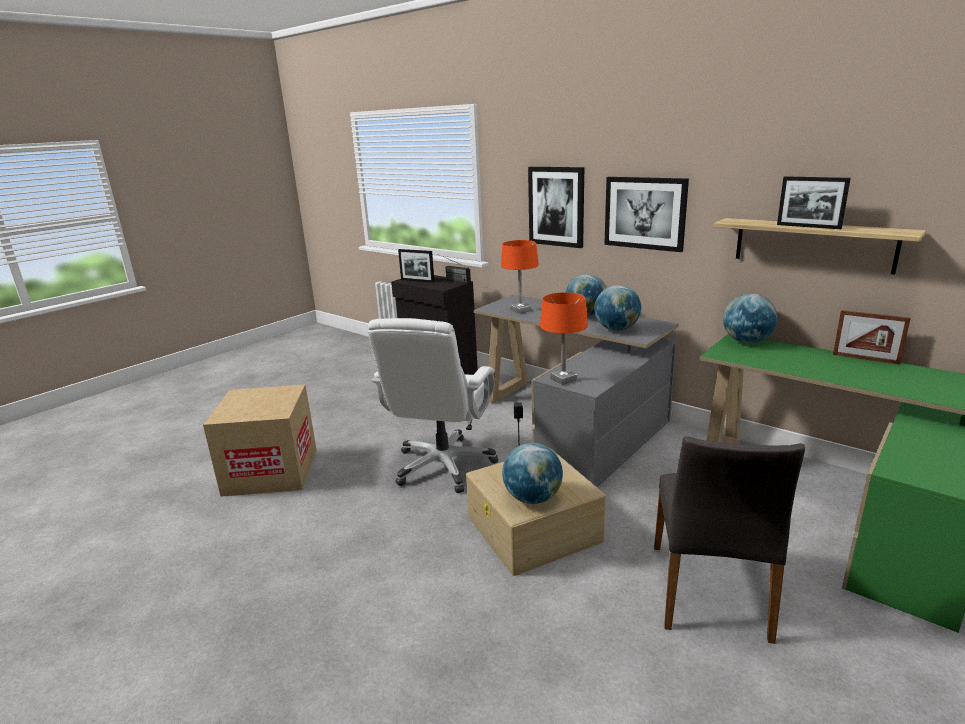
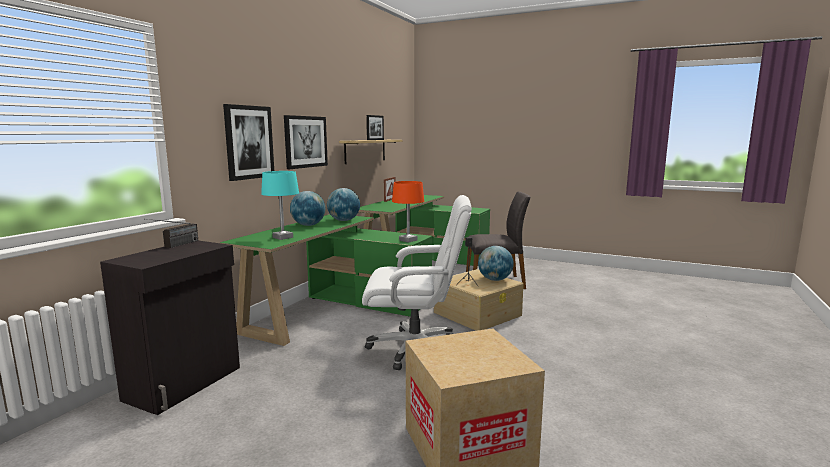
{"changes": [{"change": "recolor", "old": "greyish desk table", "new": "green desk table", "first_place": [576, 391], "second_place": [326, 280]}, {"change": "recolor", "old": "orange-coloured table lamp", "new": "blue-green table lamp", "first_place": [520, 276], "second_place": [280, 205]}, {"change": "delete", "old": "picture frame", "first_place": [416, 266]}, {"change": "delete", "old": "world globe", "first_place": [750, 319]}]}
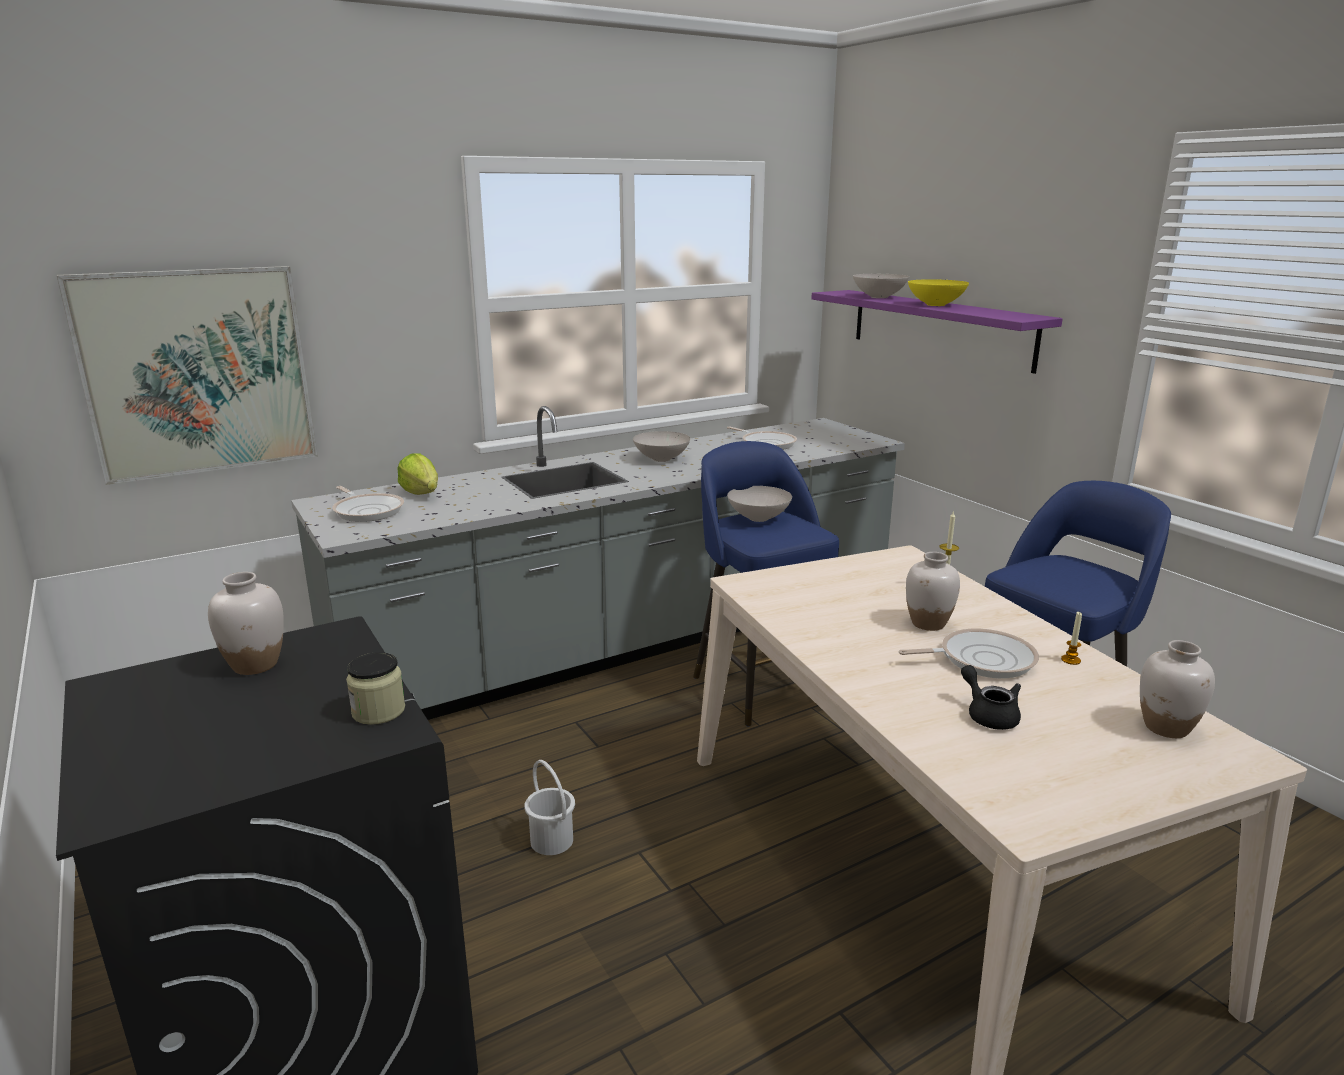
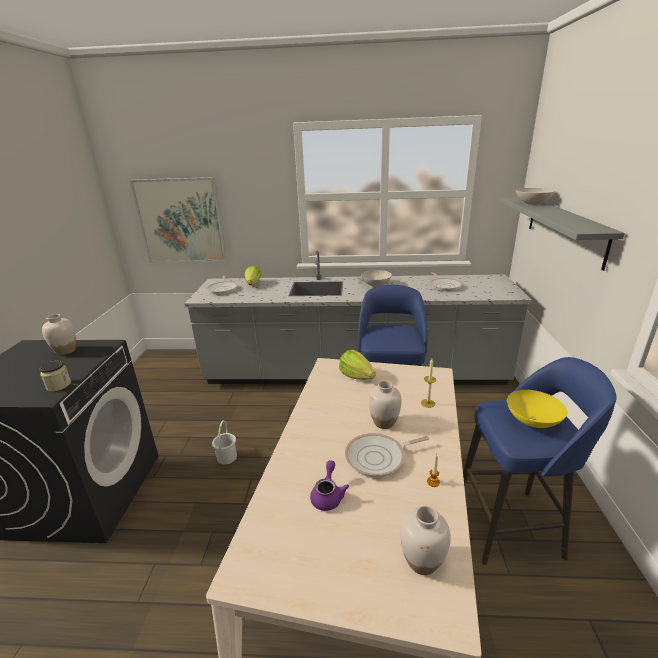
{"changes": [{"change": "recolor", "old": "black-coloured teapot", "new": "purple teapot", "first_place": [991, 697], "second_place": [329, 485]}, {"change": "insert", "new": "lettuce", "second_place": [357, 365]}, {"change": "rotate", "old": "frying pan", "first_place": [969, 653], "second_place": [387, 455], "degrees": 135}, {"change": "recolor", "old": "purple shelf", "new": "greyish shelf", "first_place": [937, 332], "second_place": [562, 234]}, {"change": "move", "old": "yellowish deep dish", "first_place": [938, 292], "second_place": [537, 409]}, {"change": "delete", "old": "white deep dish", "first_place": [759, 504]}]}
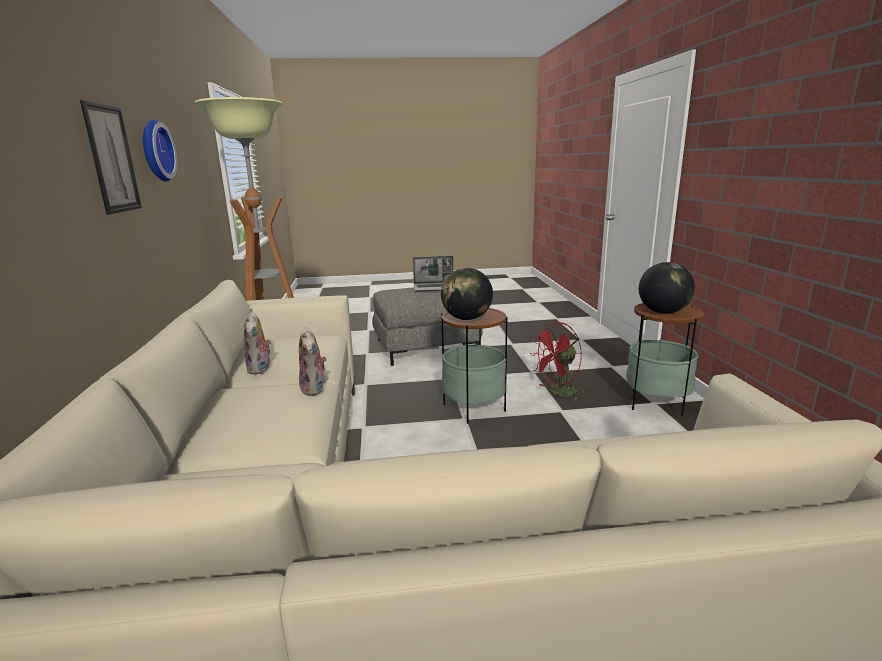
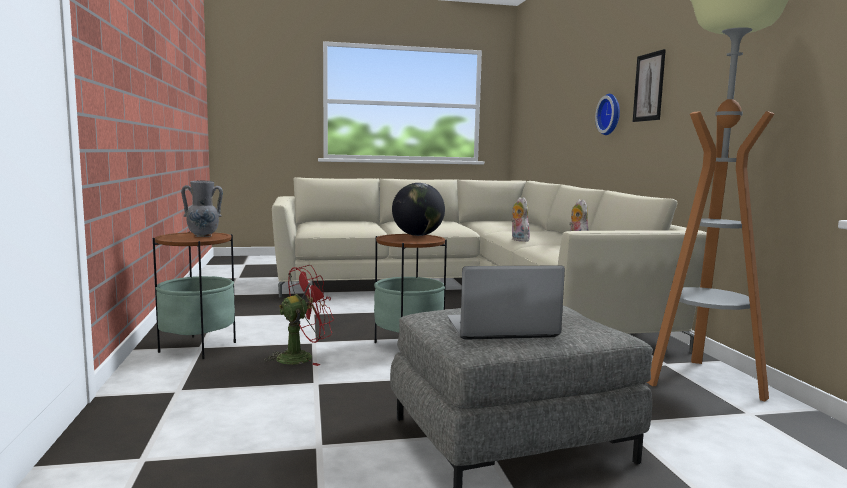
{"changes": [{"change": "replace", "old": "world globe", "new": "greyish vase", "first_place": [667, 288], "second_place": [202, 209]}, {"change": "move", "old": "hanging clock", "first_place": [160, 150], "second_place": [607, 114]}]}
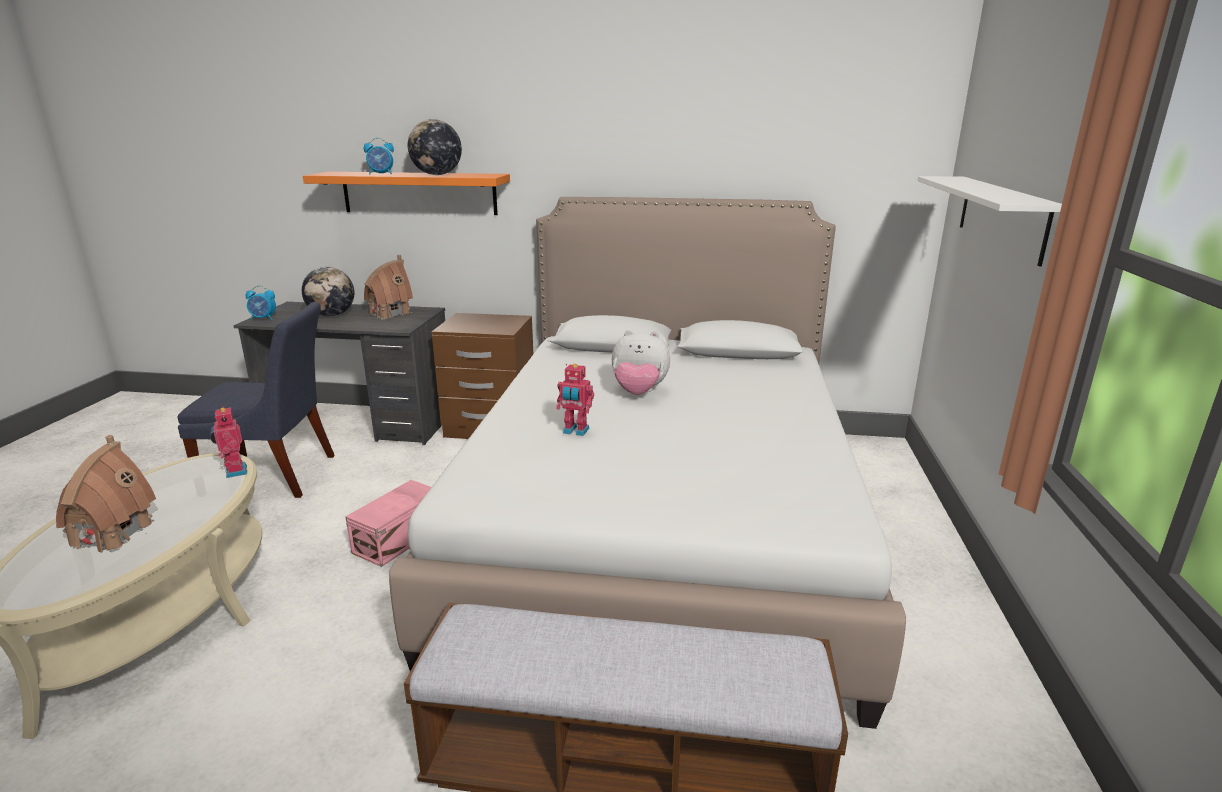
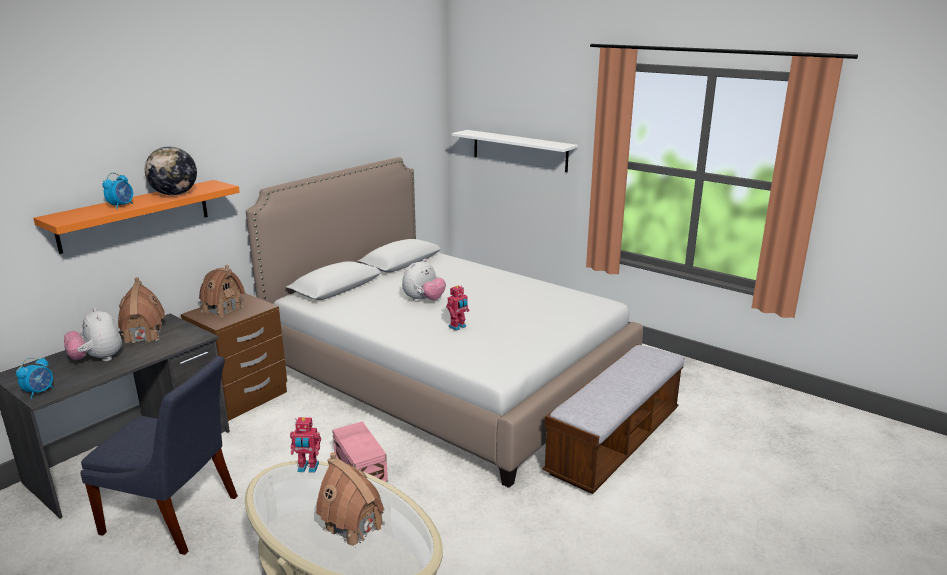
{"changes": [{"change": "replace", "old": "world globe", "new": "soft toy", "first_place": [328, 292], "second_place": [93, 334]}, {"change": "rotate", "old": "blue chair", "first_place": [256, 400], "second_place": [159, 455], "degrees": 75}, {"change": "insert", "new": "miniature house", "second_place": [222, 291]}]}
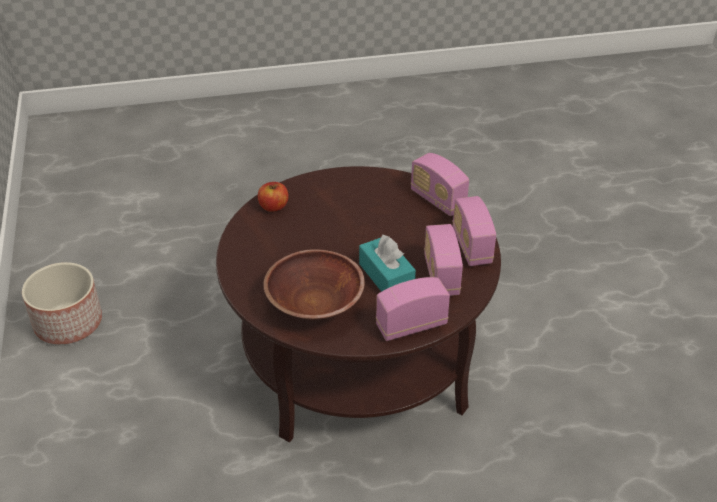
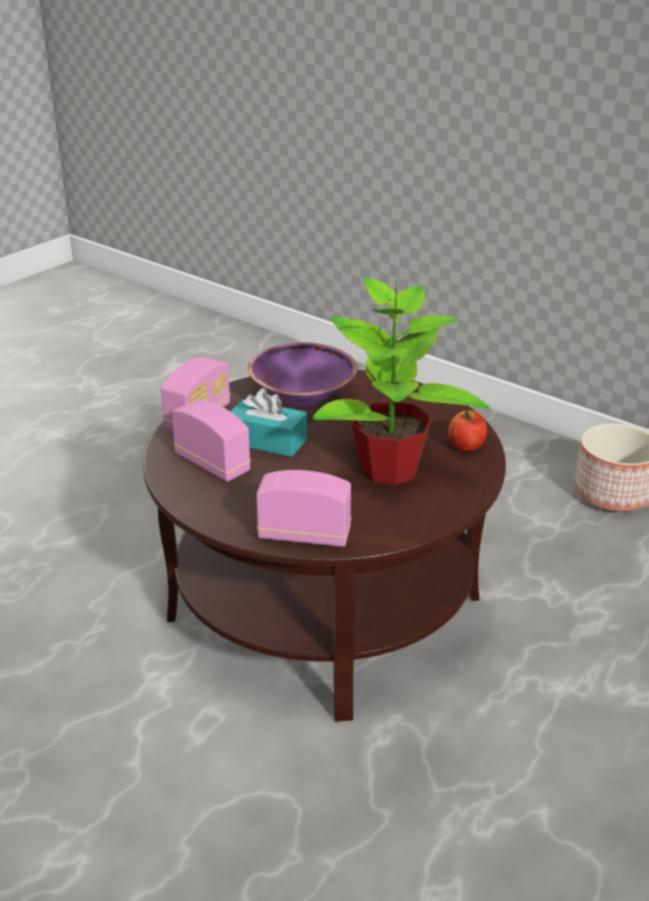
{"changes": [{"change": "recolor", "old": "brownish deep dish", "new": "purple deep dish", "first_place": [314, 284], "second_place": [302, 374]}, {"change": "insert", "new": "plant in a pot", "second_place": [401, 381]}, {"change": "delete", "old": "radio receiver", "first_place": [474, 231]}]}
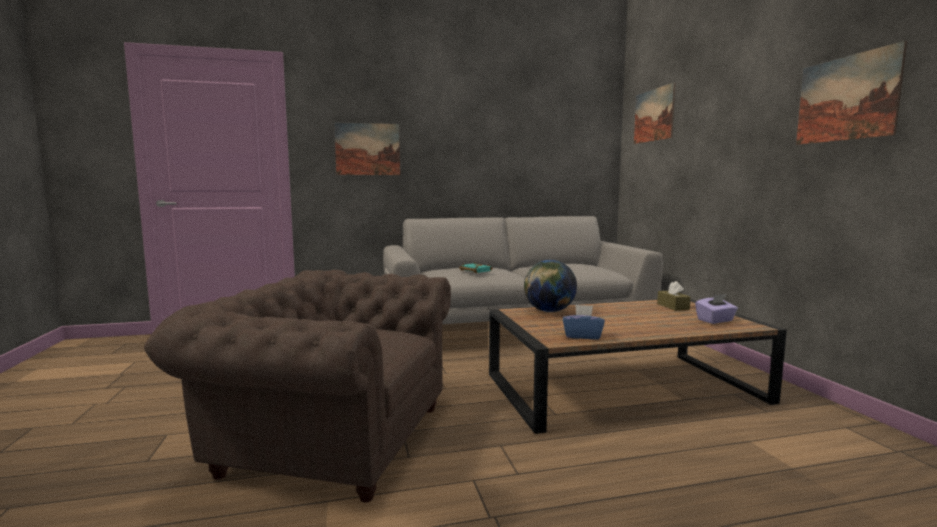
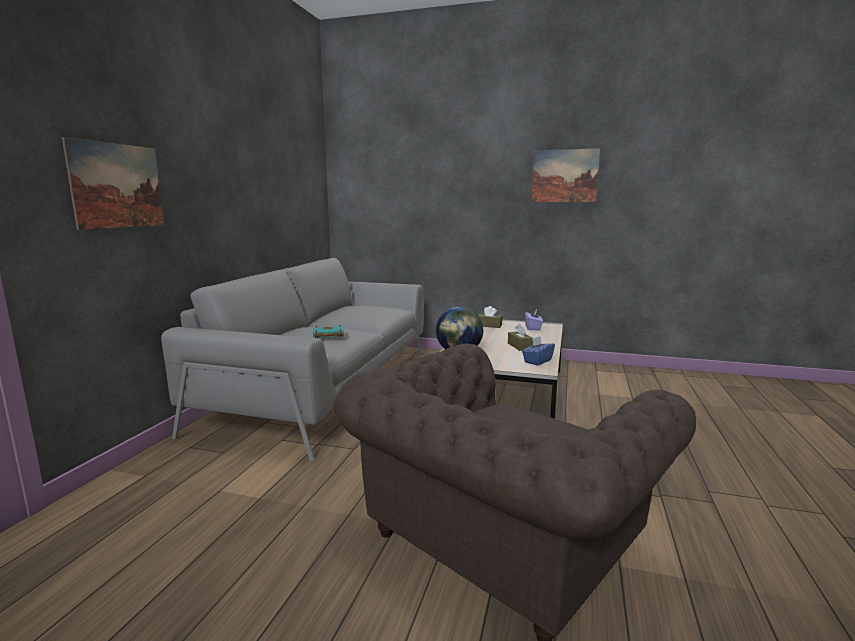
{"changes": [{"change": "insert", "new": "brownish tissue holder", "second_place": [520, 337]}, {"change": "delete", "old": "wall picture", "first_place": [654, 113]}]}
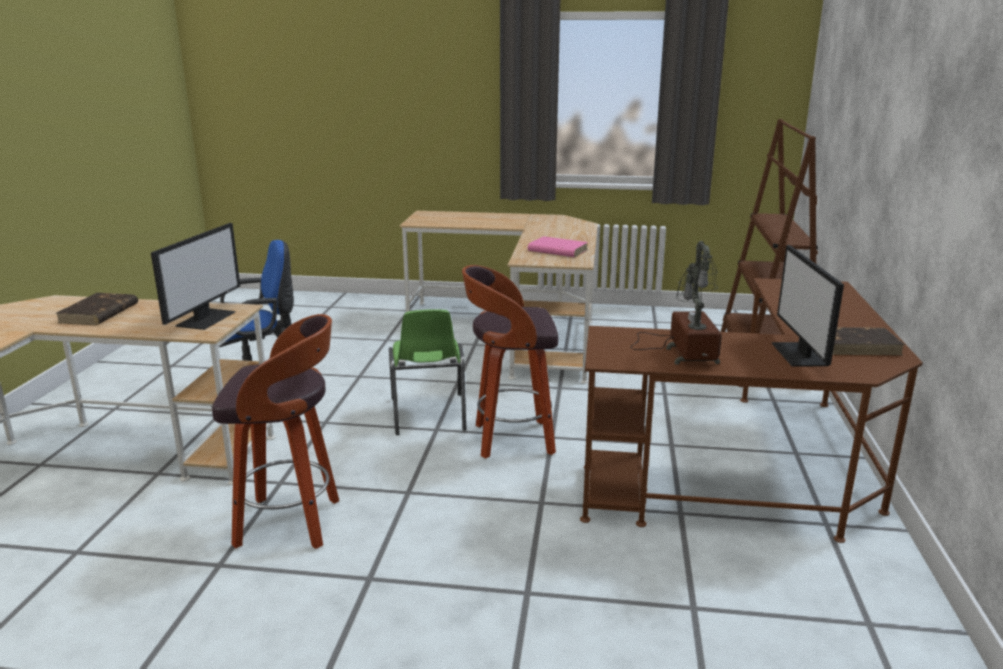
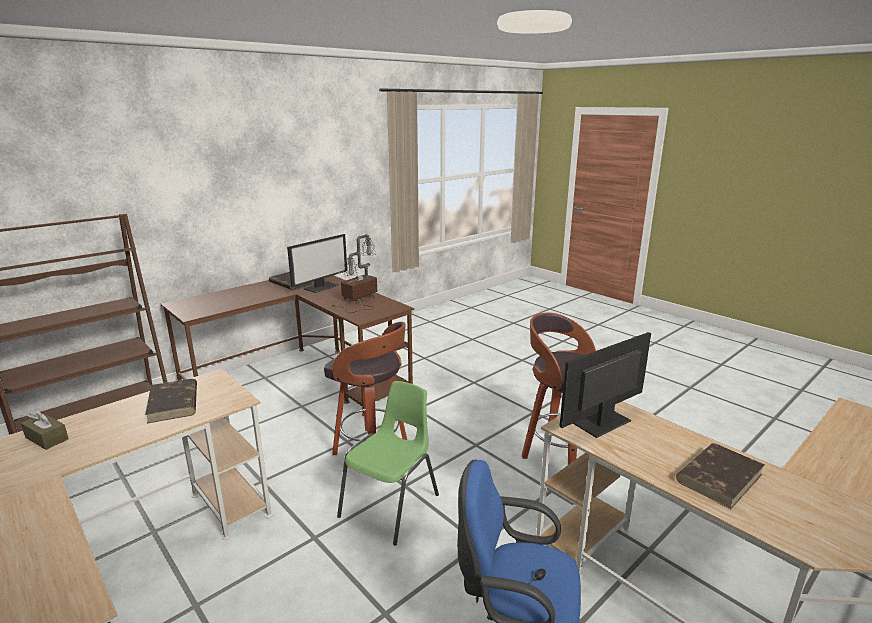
{"changes": [{"change": "insert", "new": "brownish tissue holder", "second_place": [45, 429]}, {"change": "recolor", "old": "pinkish volume", "new": "brownish volume", "first_place": [558, 246], "second_place": [171, 401]}]}
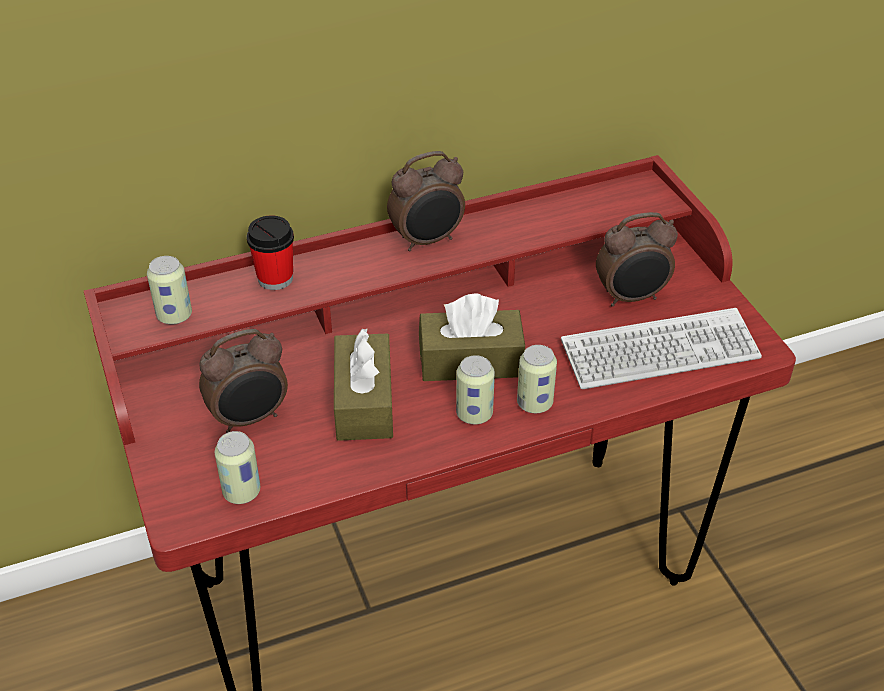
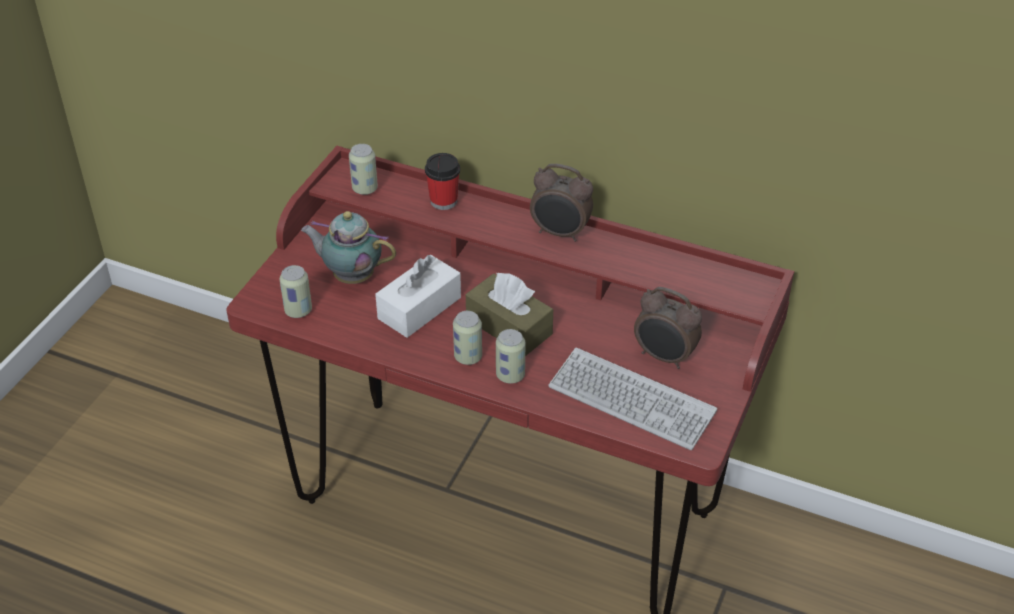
{"changes": [{"change": "replace", "old": "bedside clock", "new": "teapot", "first_place": [243, 381], "second_place": [348, 247]}, {"change": "recolor", "old": "brownish tissue holder", "new": "white tissue holder", "first_place": [363, 384], "second_place": [418, 296]}]}
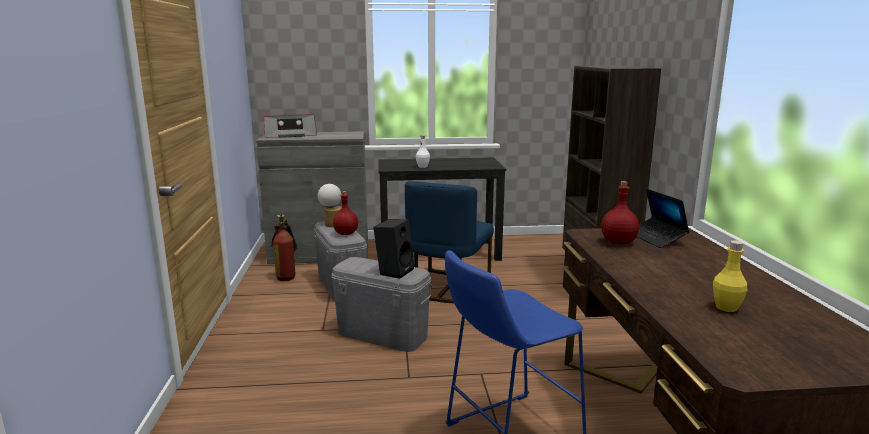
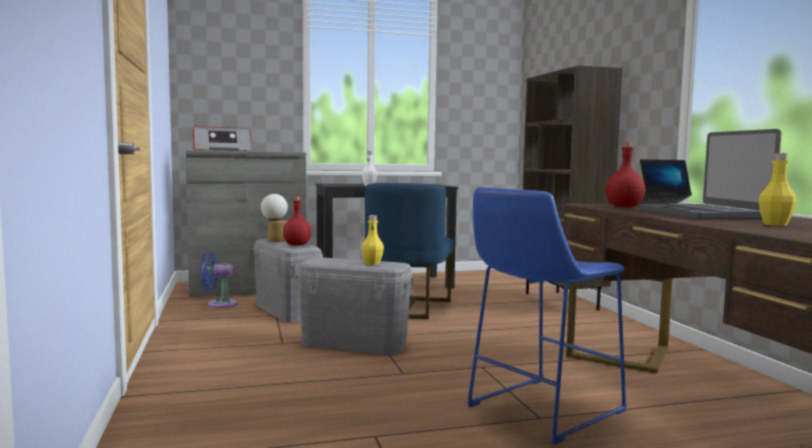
{"changes": [{"change": "replace", "old": "fire-fighting cylinder", "new": "blue cooling fan", "first_place": [284, 247], "second_place": [219, 280]}, {"change": "replace", "old": "black-coloured loudspeaker", "new": "yellowish drink bottle", "first_place": [394, 249], "second_place": [373, 240]}, {"change": "insert", "new": "portable computer", "second_place": [710, 174]}]}
